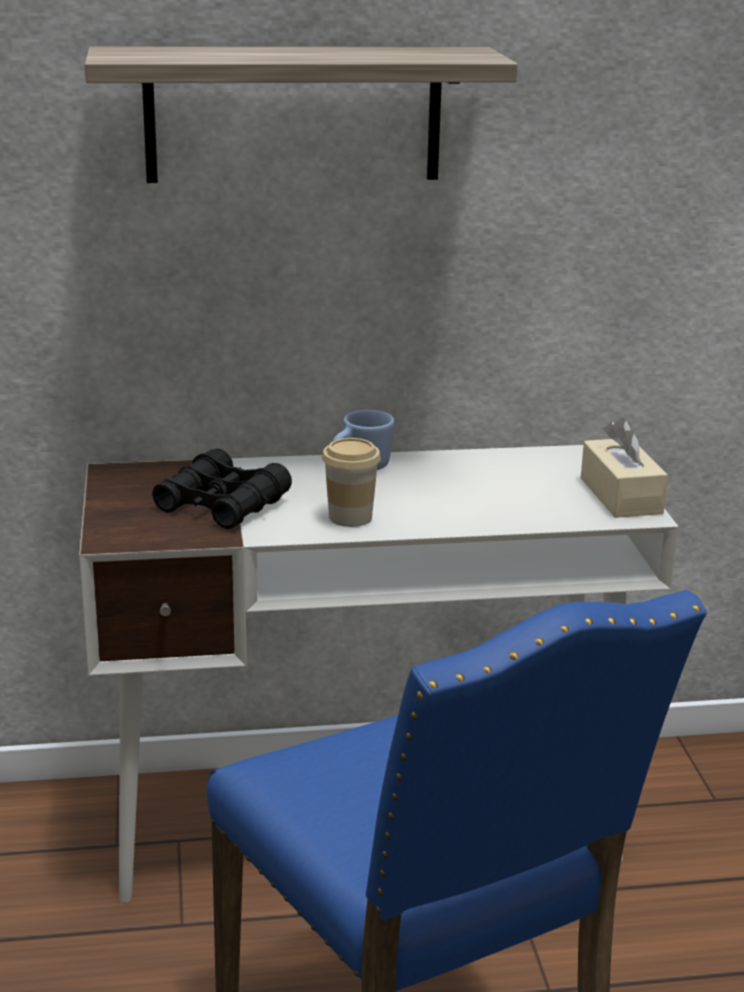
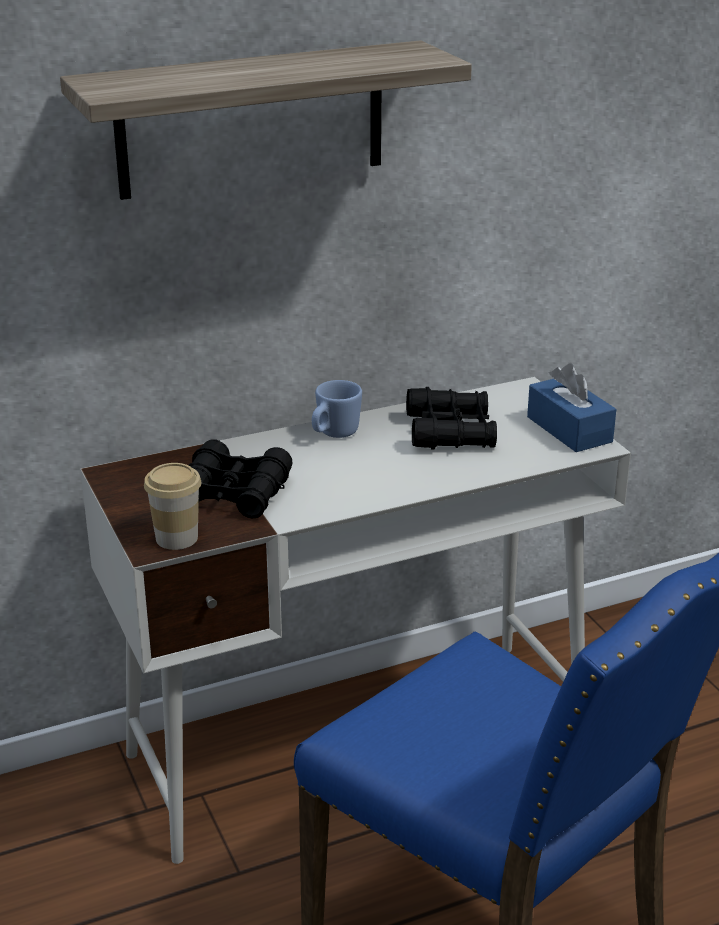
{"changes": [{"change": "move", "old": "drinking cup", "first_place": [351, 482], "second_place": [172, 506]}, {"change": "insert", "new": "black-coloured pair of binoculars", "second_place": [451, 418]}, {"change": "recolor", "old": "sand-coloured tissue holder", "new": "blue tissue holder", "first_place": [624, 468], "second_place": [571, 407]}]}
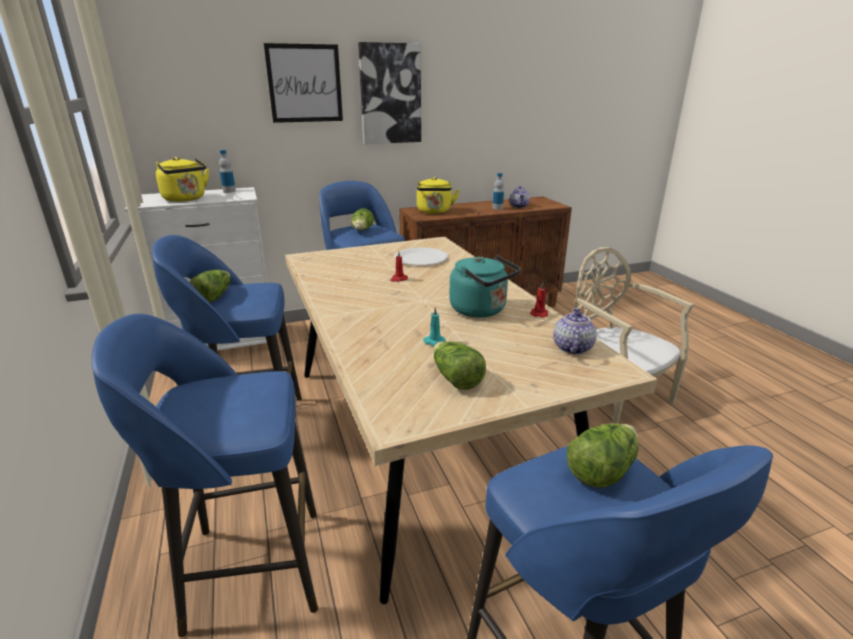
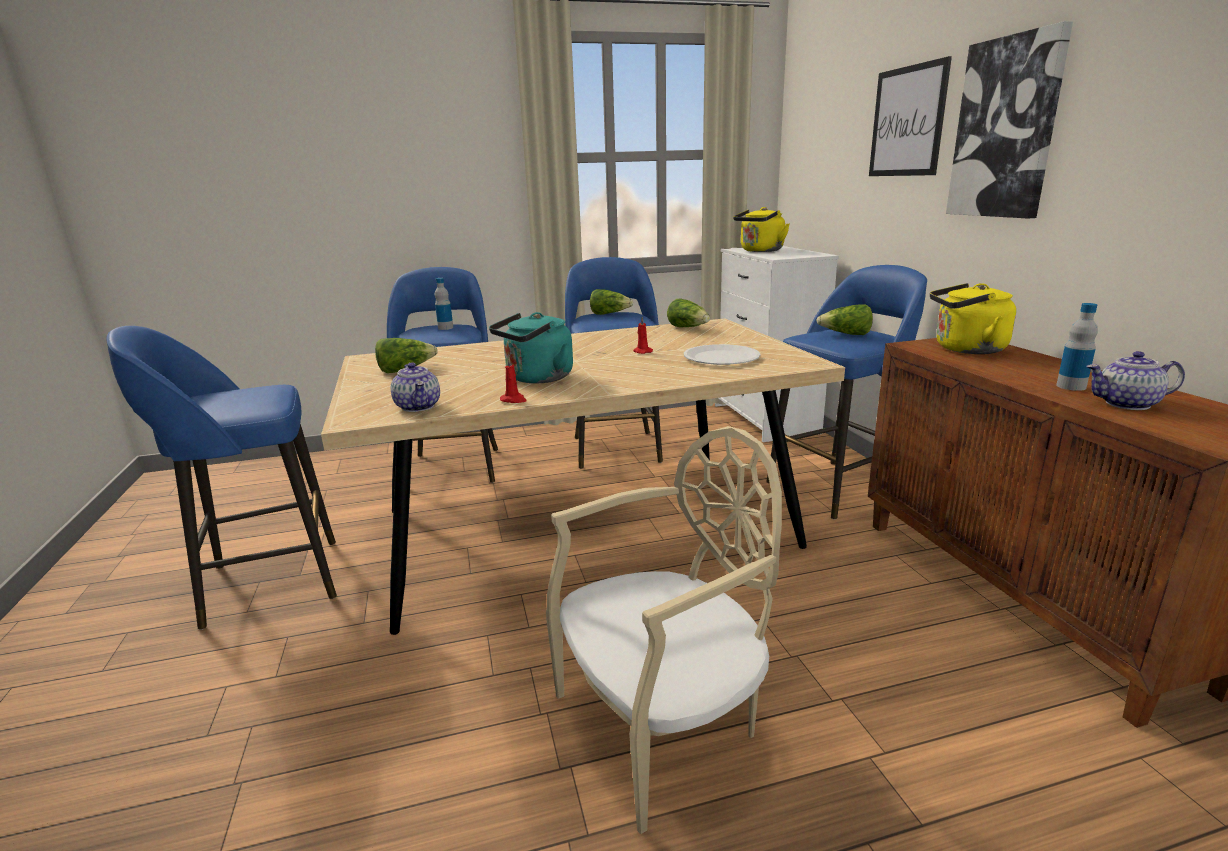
{"changes": [{"change": "rotate", "old": "teapot", "first_place": [575, 331], "second_place": [415, 387], "degrees": 45}, {"change": "move", "old": "drink bottle", "first_place": [227, 171], "second_place": [444, 304]}, {"change": "move", "old": "lettuce", "first_place": [602, 455], "second_place": [688, 312]}, {"change": "delete", "old": "blue-green wax light", "first_place": [434, 326]}]}
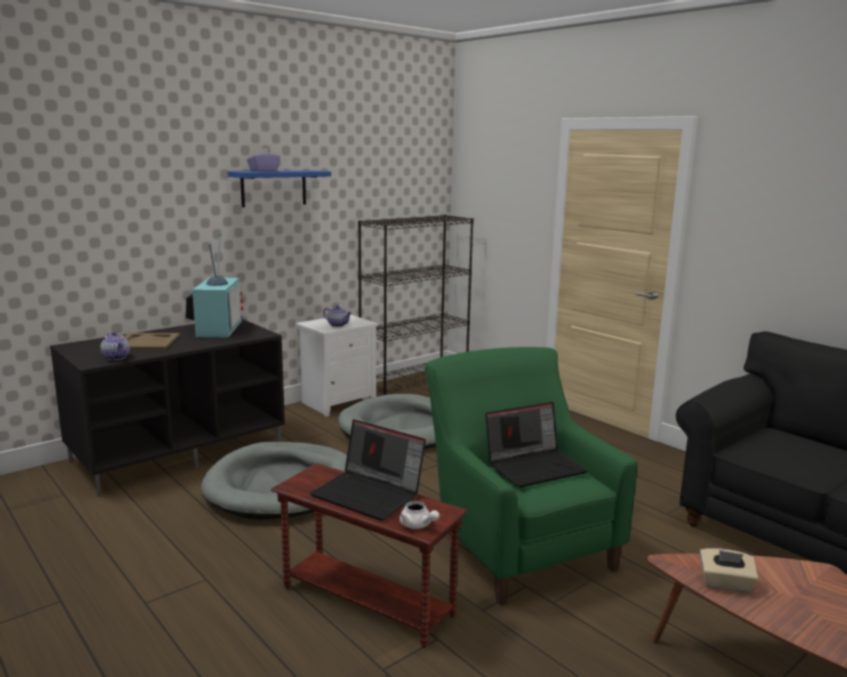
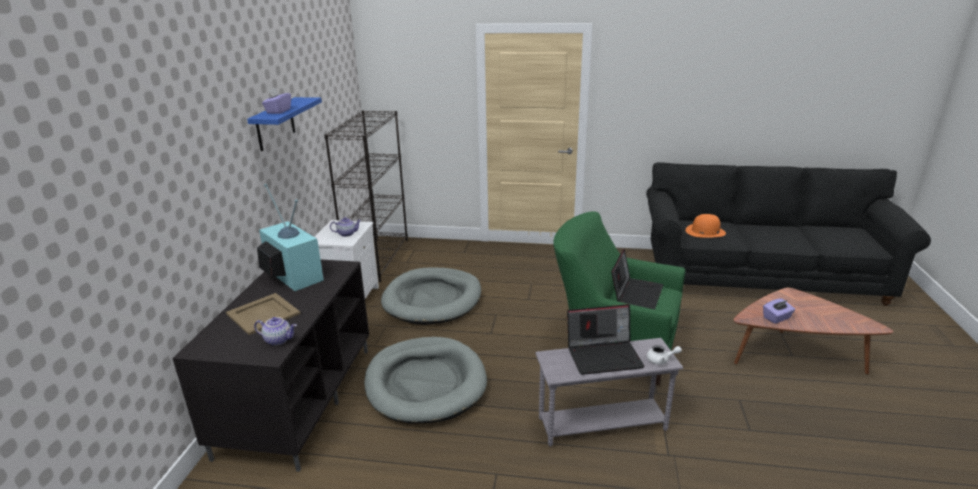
{"changes": [{"change": "recolor", "old": "brownish accent table", "new": "greyish accent table", "first_place": [369, 555], "second_place": [609, 392]}, {"change": "insert", "new": "orange-coloured clothing hat", "second_place": [705, 226]}, {"change": "recolor", "old": "sand-coloured tissue holder", "new": "purple tissue holder", "first_place": [728, 570], "second_place": [779, 311]}]}
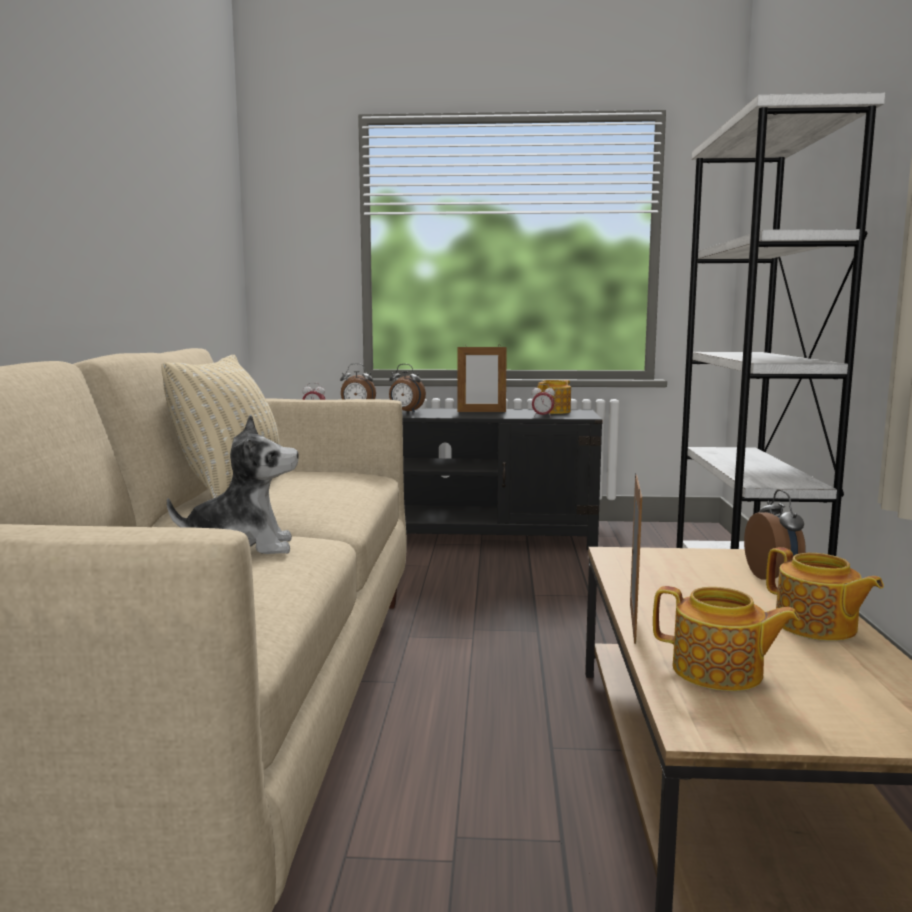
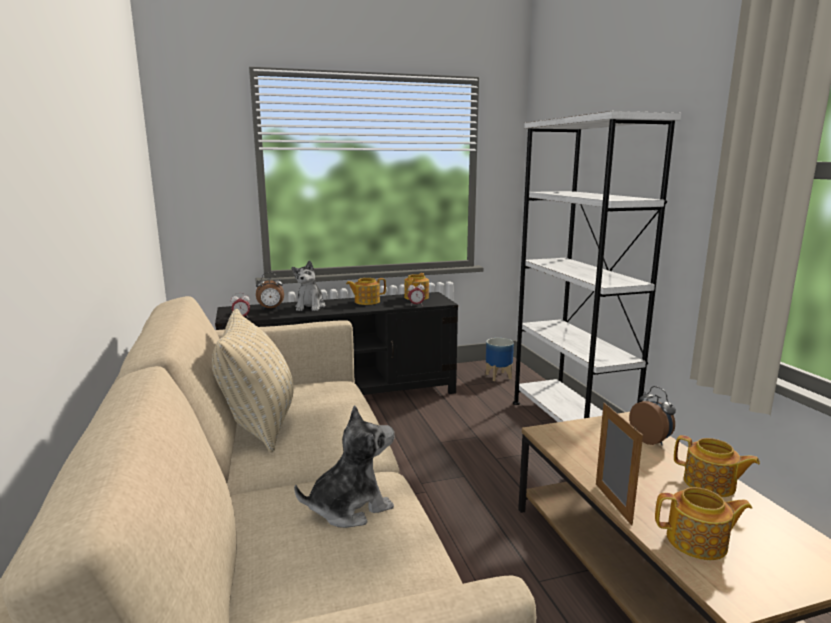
{"changes": [{"change": "replace", "old": "bedside clock", "new": "soft toy", "first_place": [407, 388], "second_place": [308, 285]}, {"change": "replace", "old": "picture frame", "new": "teapot", "first_place": [482, 378], "second_place": [366, 291]}, {"change": "insert", "new": "planter", "second_place": [500, 359]}]}
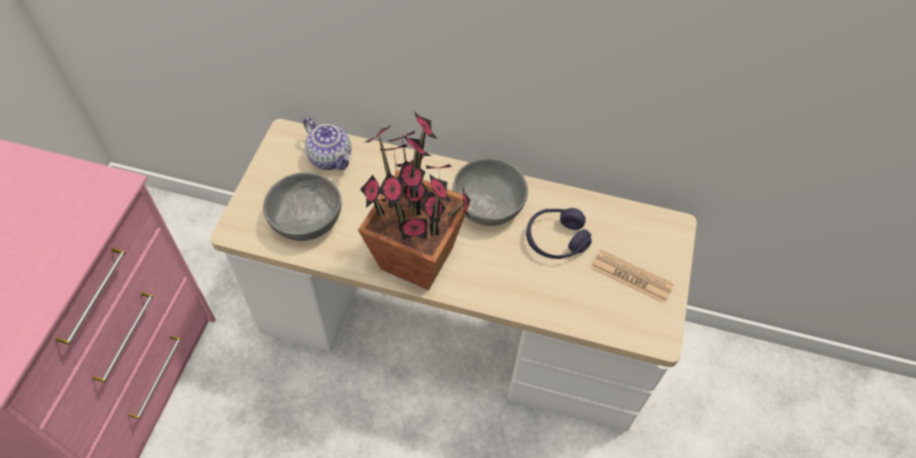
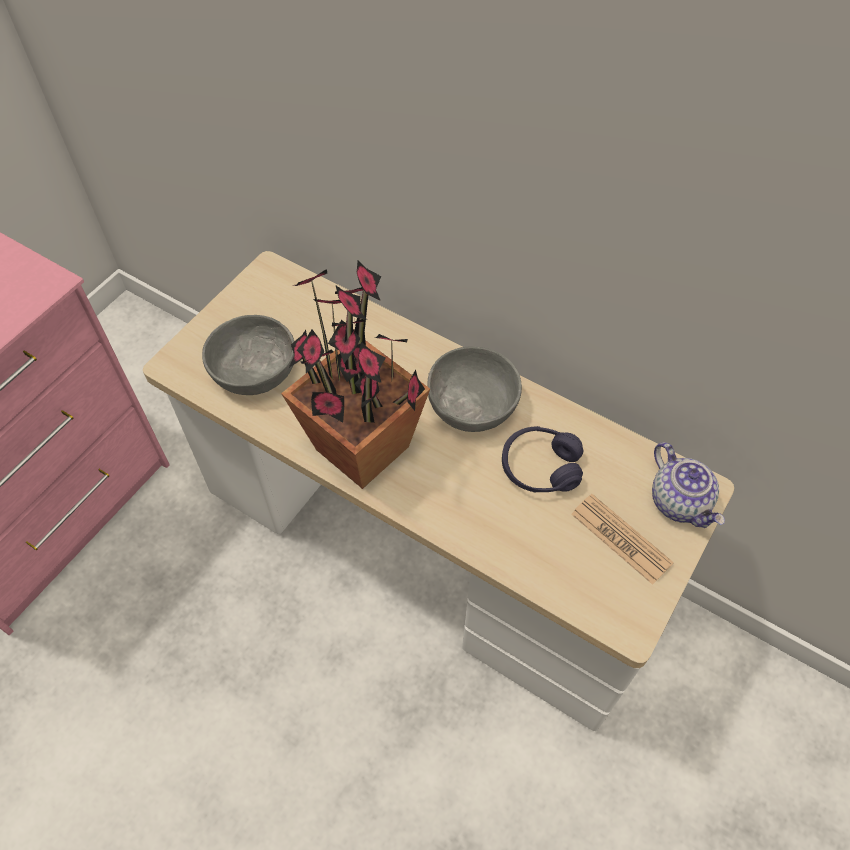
{"changes": [{"change": "move", "old": "teapot", "first_place": [327, 143], "second_place": [688, 485]}]}
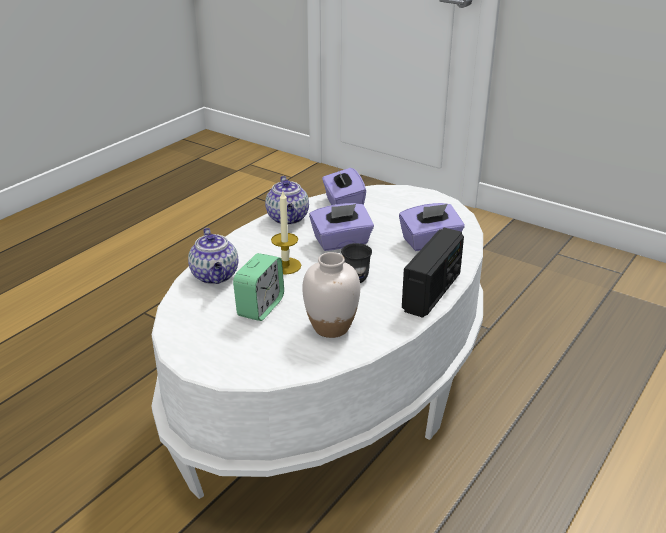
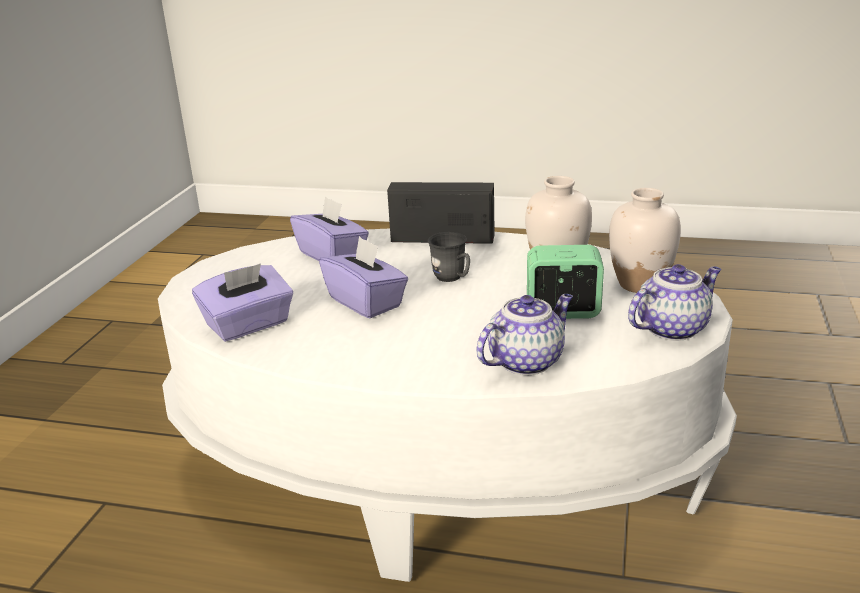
{"changes": [{"change": "insert", "new": "white vase", "second_place": [645, 240]}, {"change": "move", "old": "teapot", "first_place": [287, 200], "second_place": [674, 302]}, {"change": "delete", "old": "wax light", "first_place": [286, 233]}]}
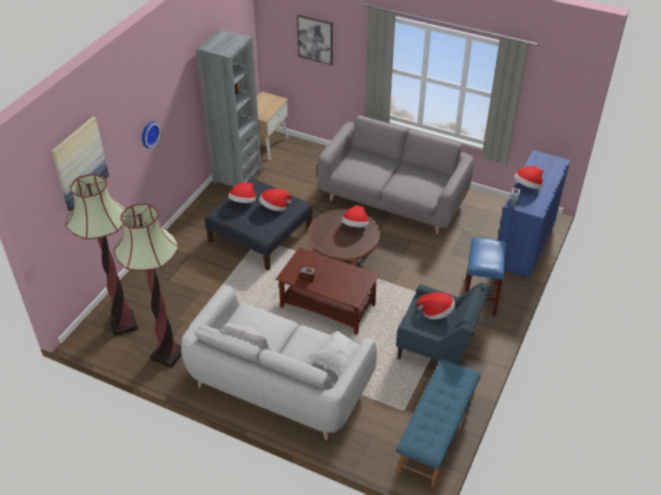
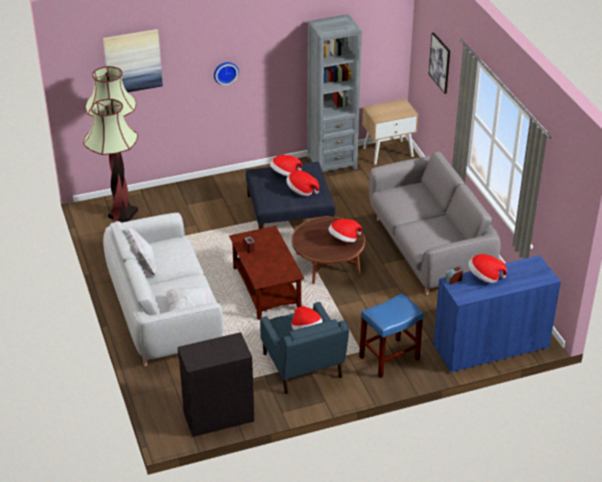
{"changes": [{"change": "replace", "old": "blue indoor bench", "new": "black-coloured cabinet", "first_place": [438, 423], "second_place": [216, 384]}]}
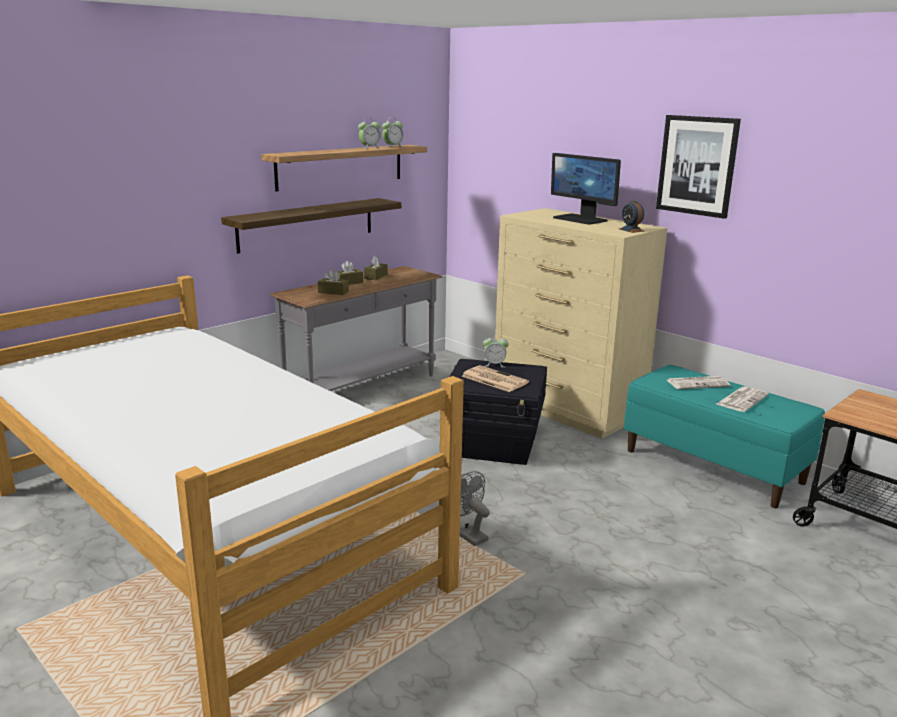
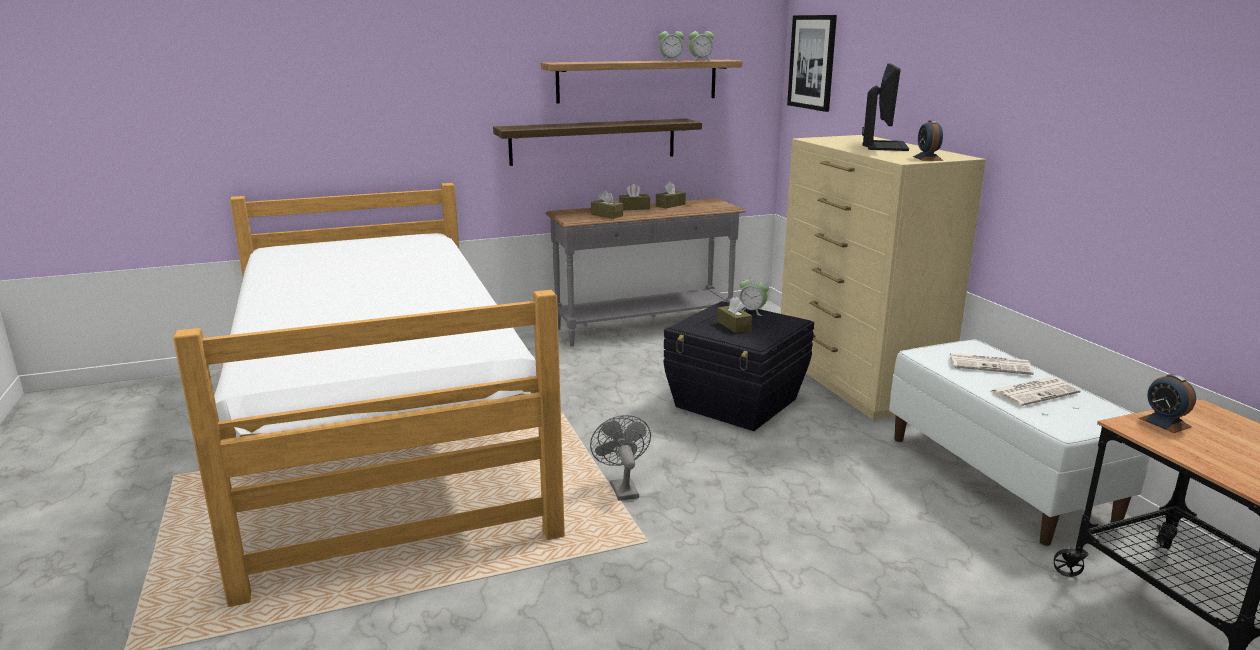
{"changes": [{"change": "replace", "old": "printed paper", "new": "brownish tissue holder", "first_place": [495, 378], "second_place": [734, 315]}, {"change": "move", "old": "wall picture", "first_place": [698, 167], "second_place": [812, 63]}, {"change": "rotate", "old": "monitor", "first_place": [586, 189], "second_place": [885, 107], "degrees": -150}, {"change": "recolor", "old": "blue-green indoor bench", "new": "white indoor bench", "first_place": [724, 436], "second_place": [1019, 442]}, {"change": "insert", "new": "bedside clock", "second_place": [1167, 403]}]}
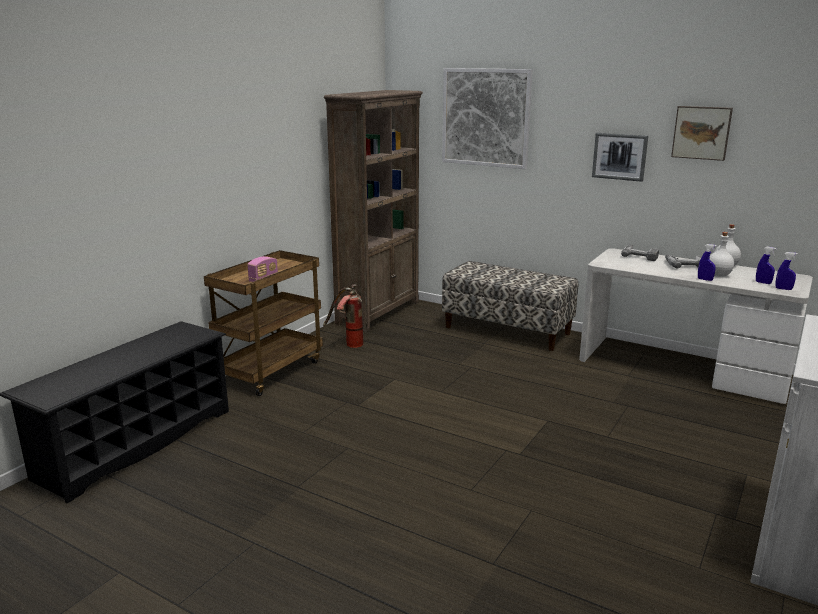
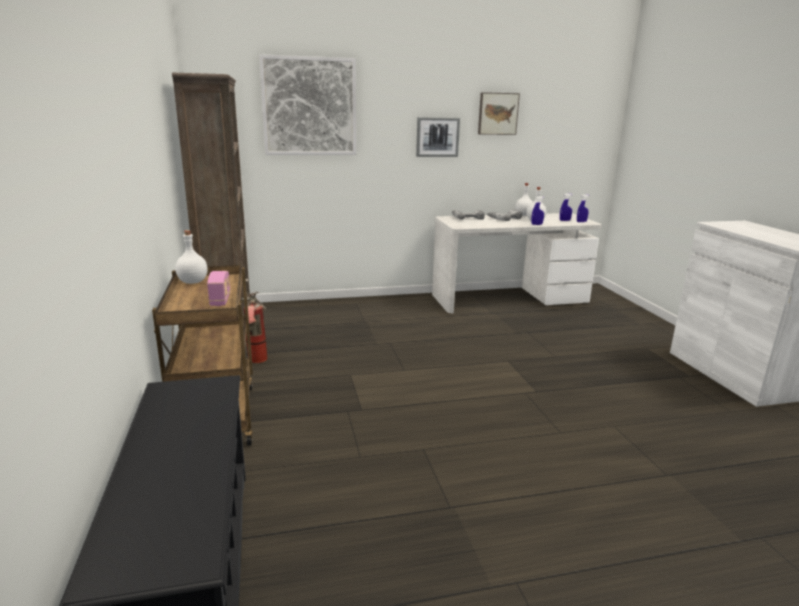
{"changes": [{"change": "insert", "new": "white drink bottle", "second_place": [191, 257]}, {"change": "delete", "old": "indoor bench", "first_place": [510, 306]}]}
